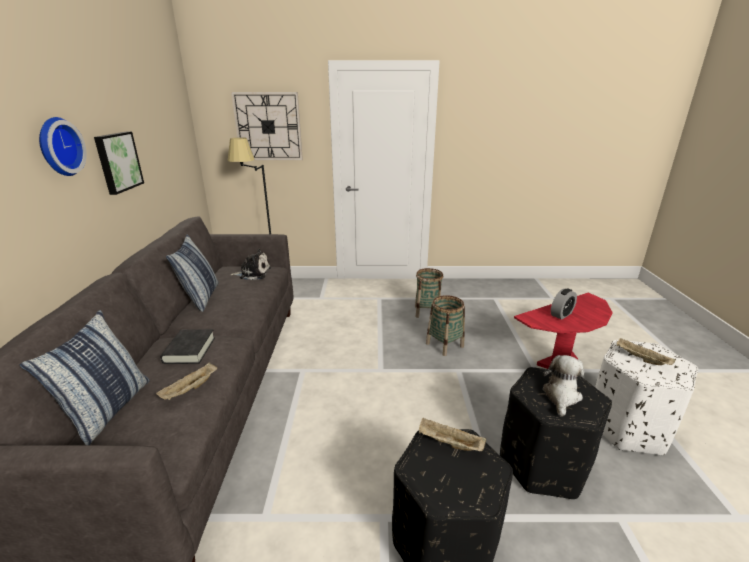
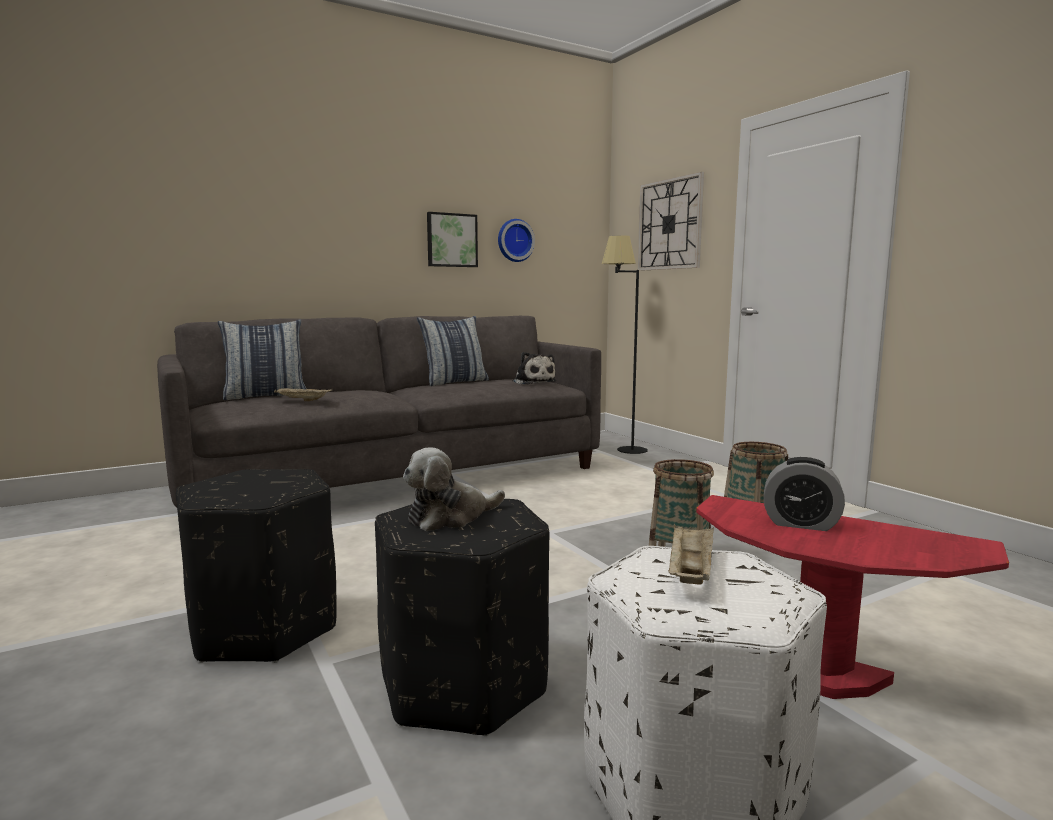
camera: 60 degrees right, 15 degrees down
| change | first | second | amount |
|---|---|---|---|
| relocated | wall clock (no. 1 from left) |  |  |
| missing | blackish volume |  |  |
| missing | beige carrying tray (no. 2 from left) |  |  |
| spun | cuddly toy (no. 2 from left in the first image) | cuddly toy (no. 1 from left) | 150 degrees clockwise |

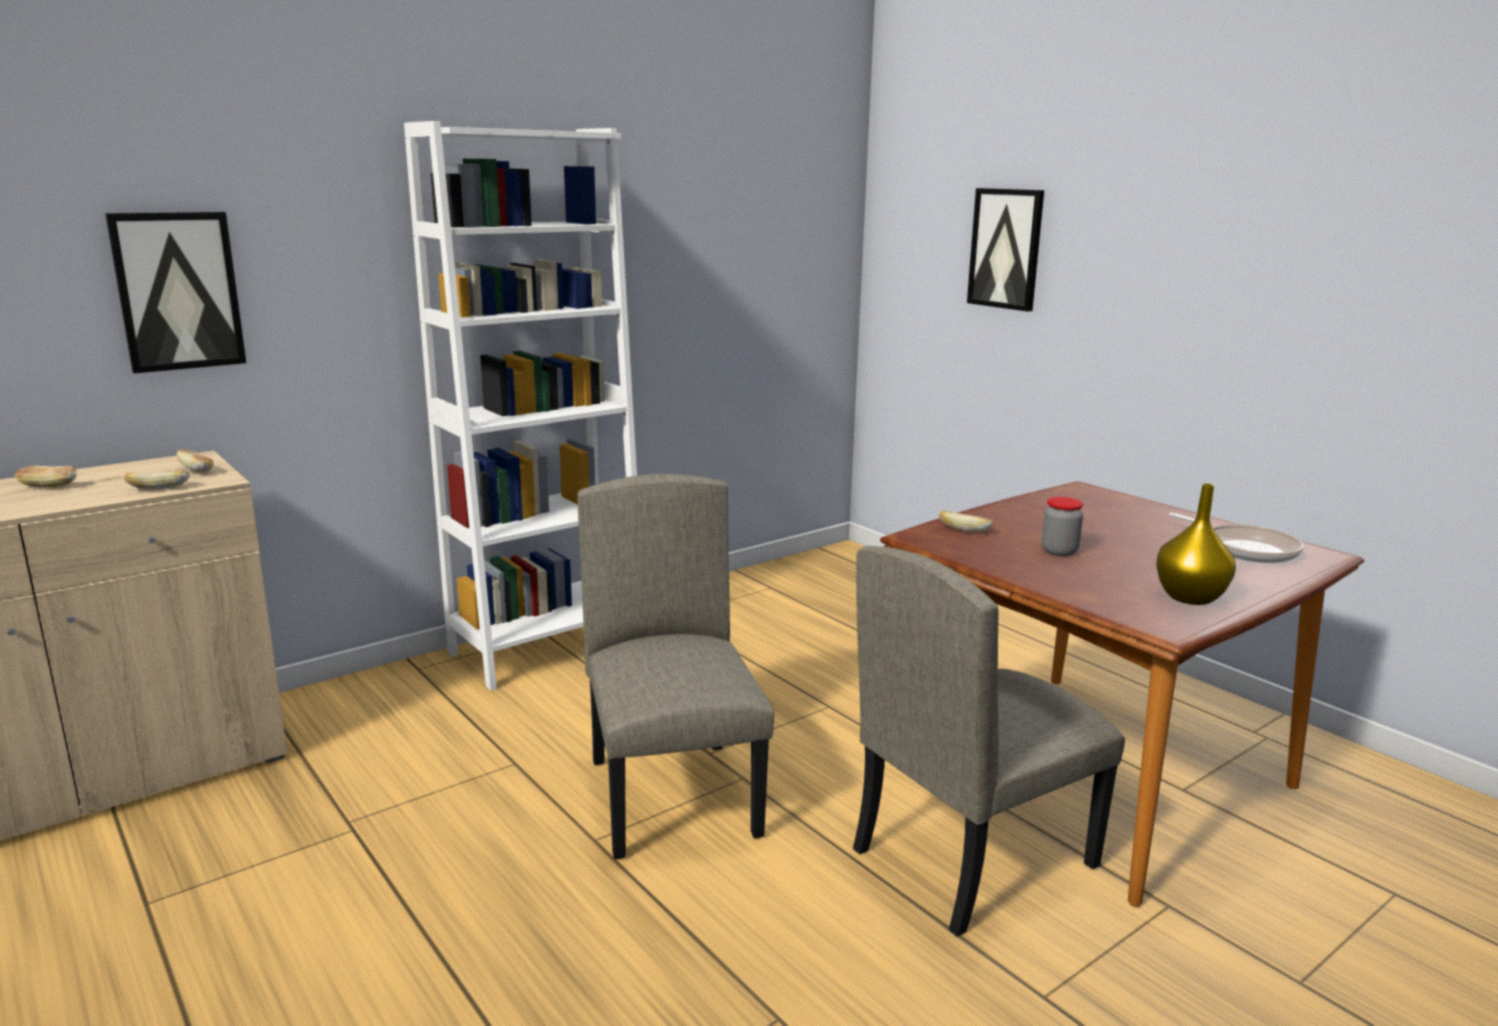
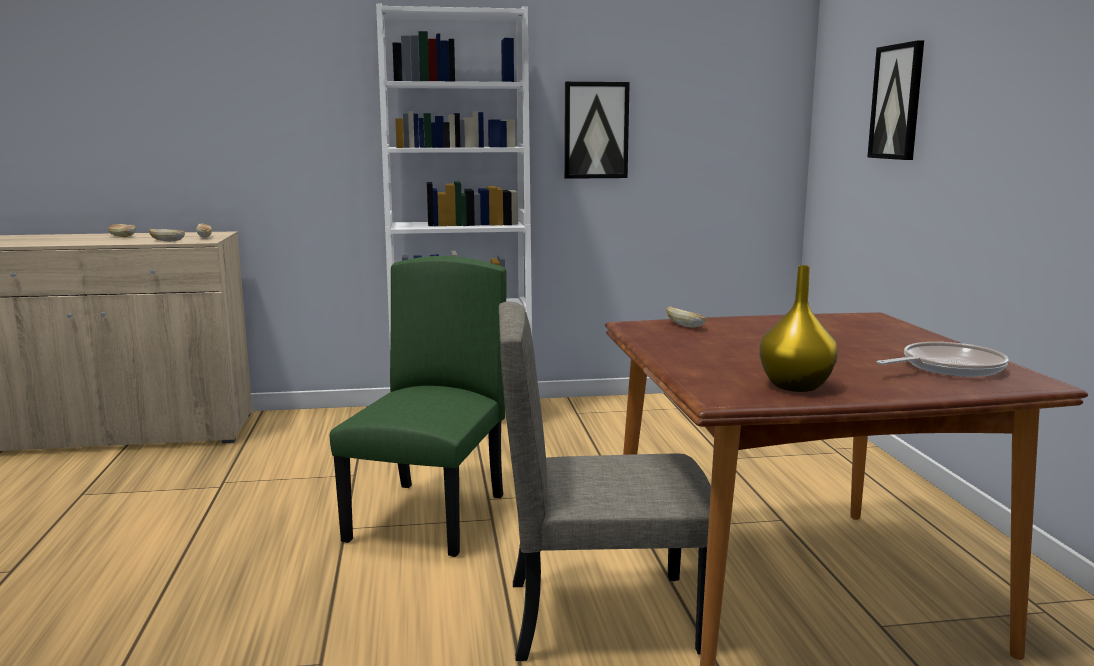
camera: 30 degrees right, 5 degrees down
| change | first | second | amount |
|---|---|---|---|
| relocated | wall picture (no. 1 from left) |  |  |
| colour | beige plain chair (no. 1 from left) | green-coloured plain chair |  |
| missing | preserve jar |  |  |
| spun | skillet |  | 105 degrees counterclockwise |

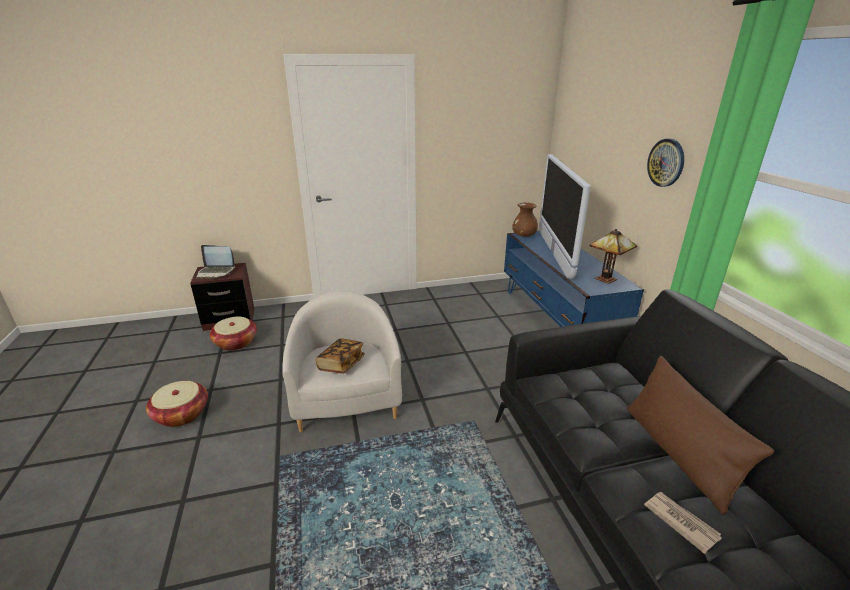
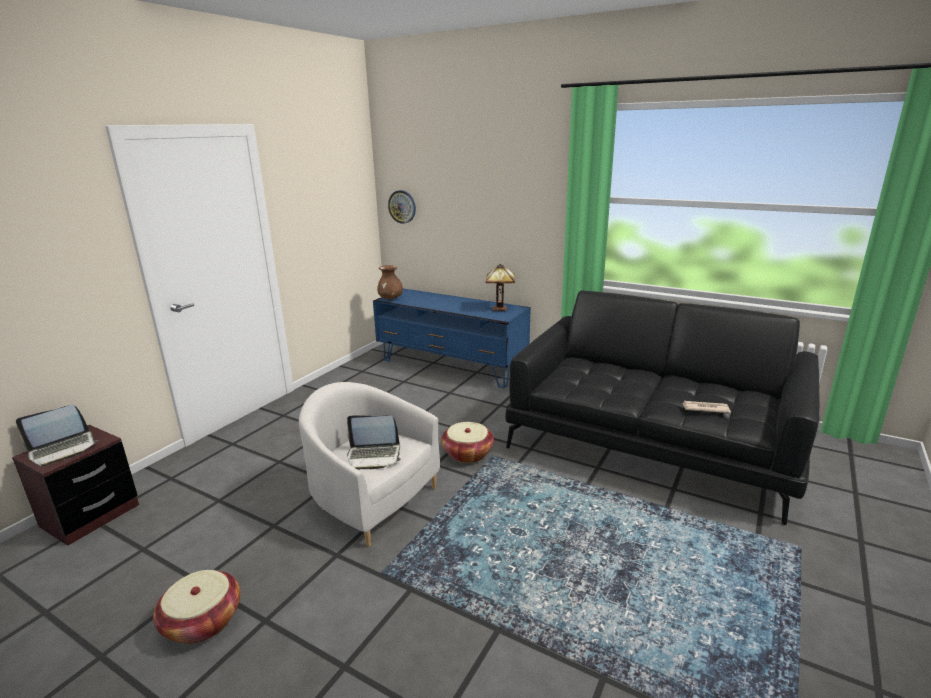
camera: 45 degrees left, 5 degrees down
| change | first | second | amount |
|---|---|---|---|
| relocated | storage basket (no. 2 from left) |  |  |
| exchanged | volume | notebook computer (no. 2 from left) |  |
| missing | TV |  |  |
| missing | brownish throw pillow |  |  |
| relocated | wall clock |  |  |

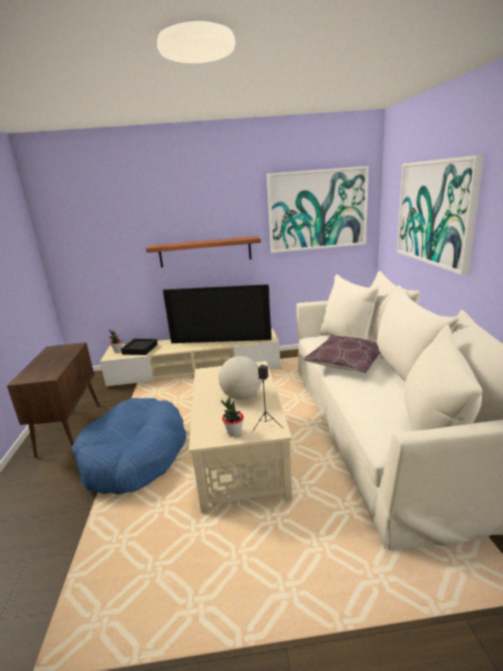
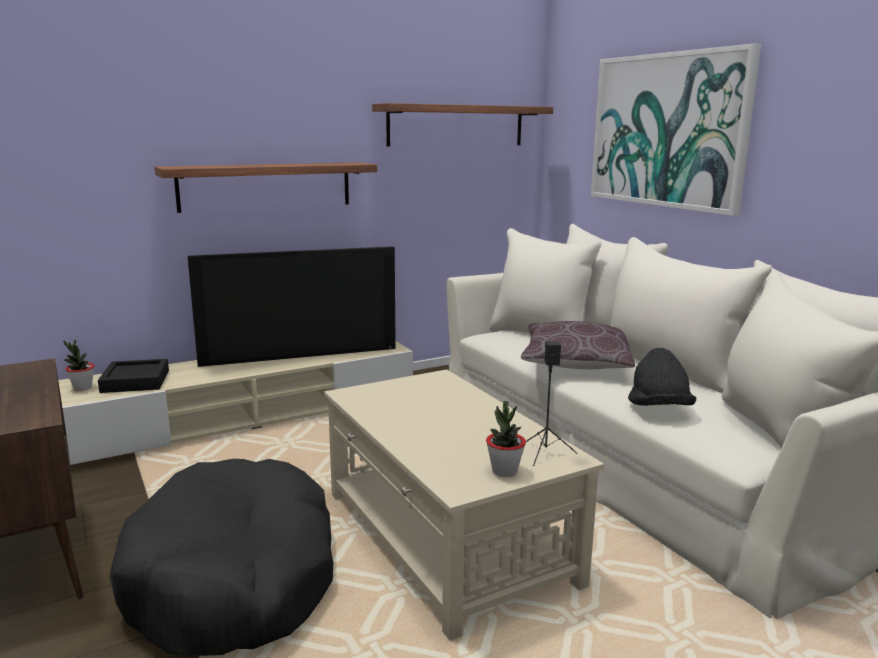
camera: 25 degrees left, 5 degrees down
| change | first | second | amount |
|---|---|---|---|
| colour | blue-coloured pet bed | blackish pet bed |  |
| missing | globe |  |  |
| exchanged | wall picture (no. 1 from left) | shelf (no. 2 from left) |  |
| appeared |  | blackish clothing hat |  |

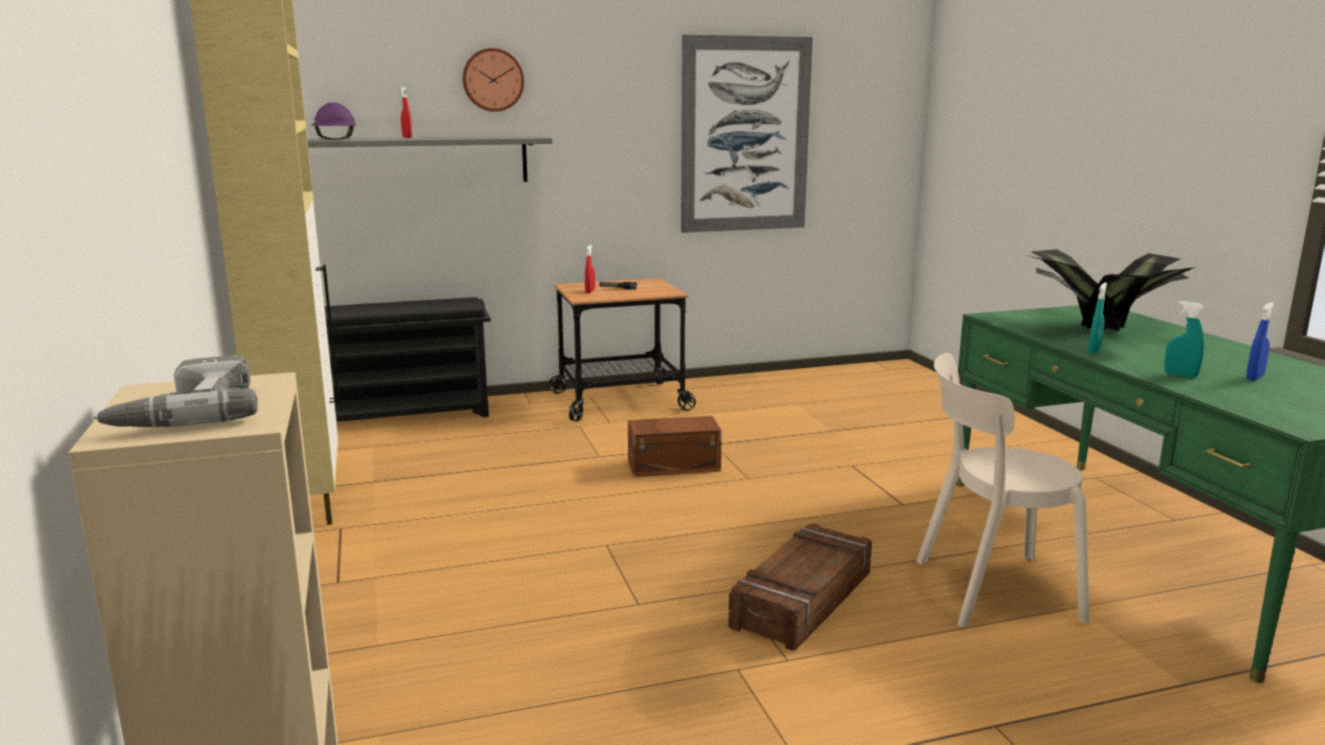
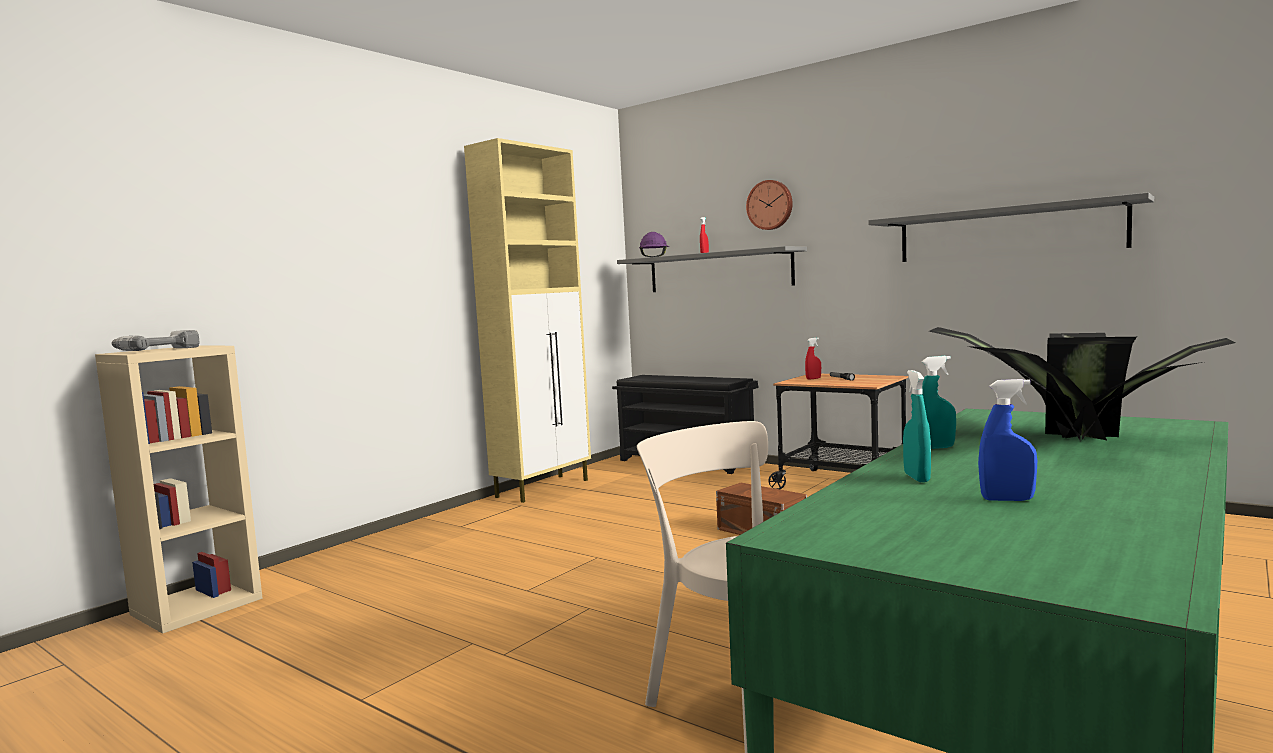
camera: 55 degrees right, 10 degrees down
| change | first | second | amount |
|---|---|---|---|
| exchanged | wall picture | grey shelf (no. 2 from left) |  |
| missing | crate |  |  |

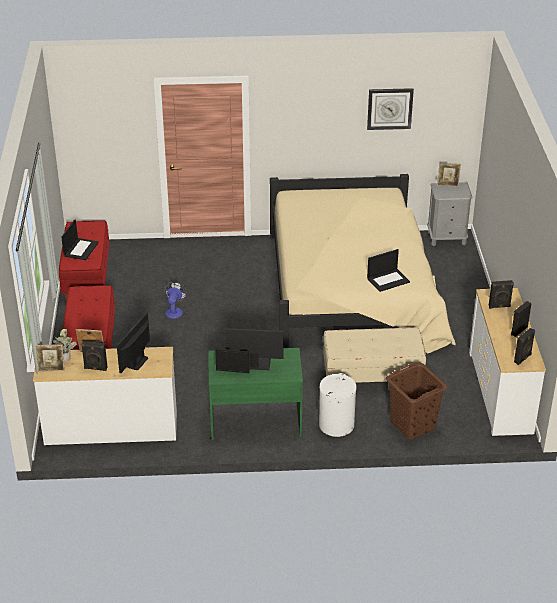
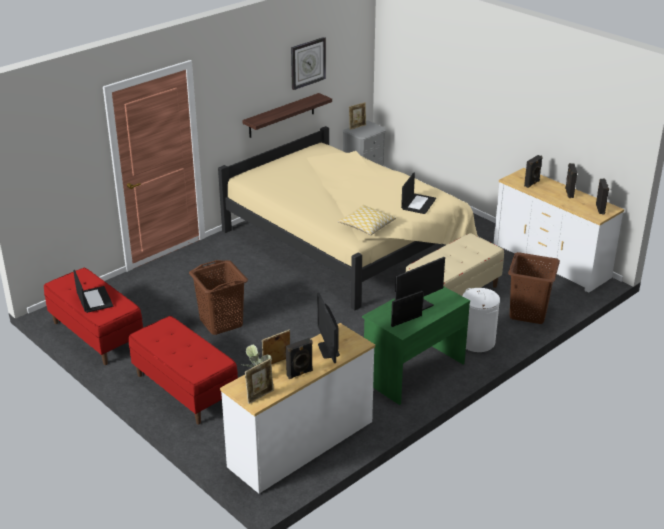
camera: 40 degrees left, 5 degrees down
| change | first | second | amount |
|---|---|---|---|
| exchanged | electric fan | brownish washing basket (no. 1 from left) |  |
| appeared |  | shelf |  |
| appeared |  | throw pillow |  |

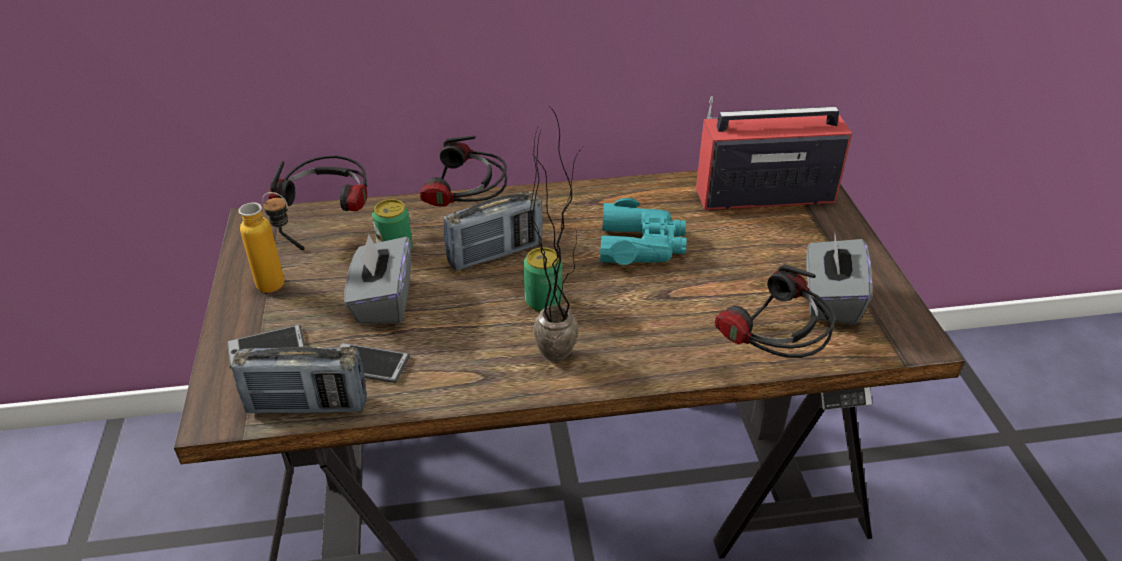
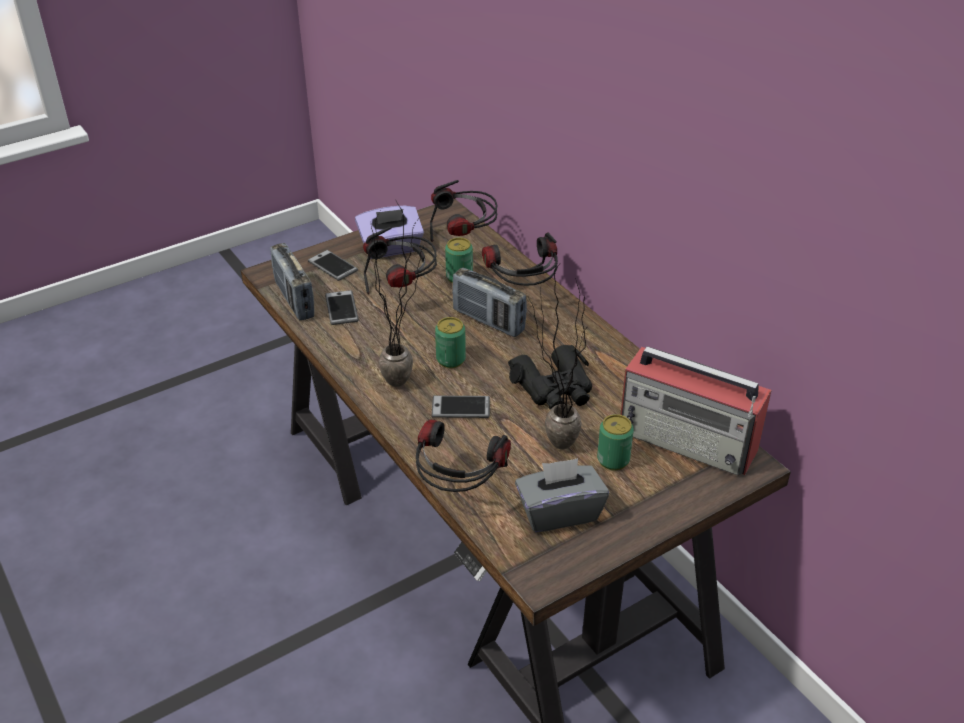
camera: 65 degrees right, 0 degrees up
| change | first | second | amount |
|---|---|---|---|
| exchanged | drink bottle | purplish tissue holder |  |
| exchanged | grey tissue holder (no. 1 from left) | pair of headphones (no. 1 from left) |  |
| colour | blue-green field glasses | blackish field glasses |  |
| spun | radio receiver (no. 3 from left) |  | 150 degrees clockwise |
| appeared |  | phone (no. 3 from left) |  |
| appeared |  | houseplant (no. 2 from left) |  |
| appeared |  | sealed can (no. 3 from left) |  |

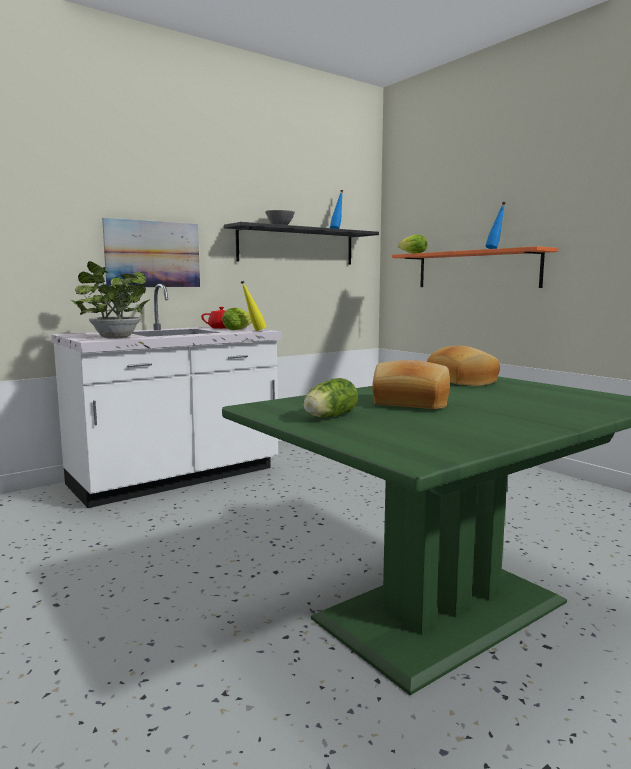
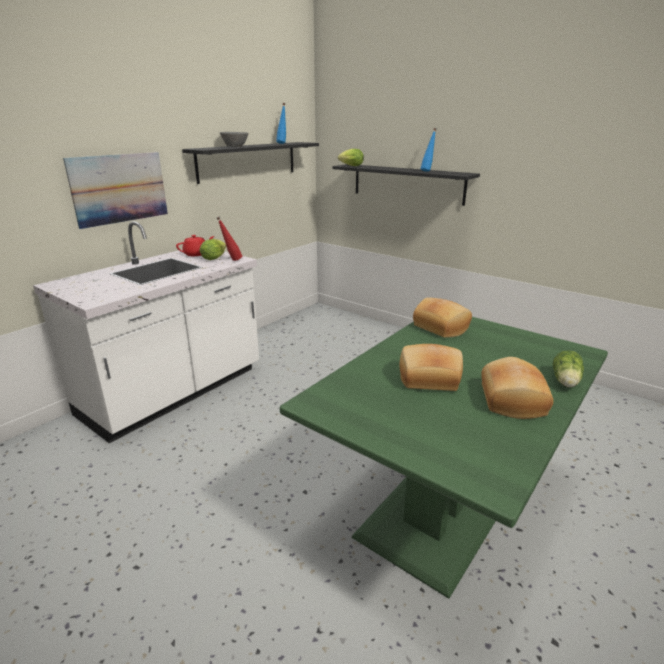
camera: 15 degrees left, 15 degrees up
| change | first | second | amount |
|---|---|---|---|
| missing | houseplant |  |  |
| colour | yellowish drink bottle | red-coloured drink bottle |  |
| relocated | lettuce (no. 2 from left in the first image) | lettuce (no. 3 from left) |  |
| colour | orangey shelf | blackish shelf (no. 2 from left) |  |
| appeared |  | baked bread (no. 3 from left) |  |

